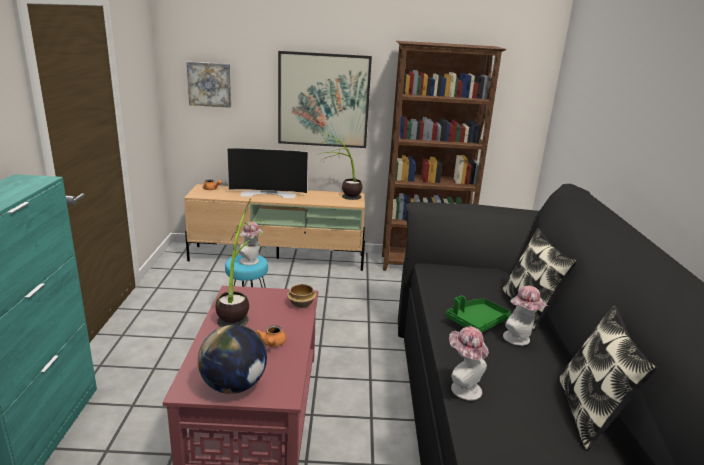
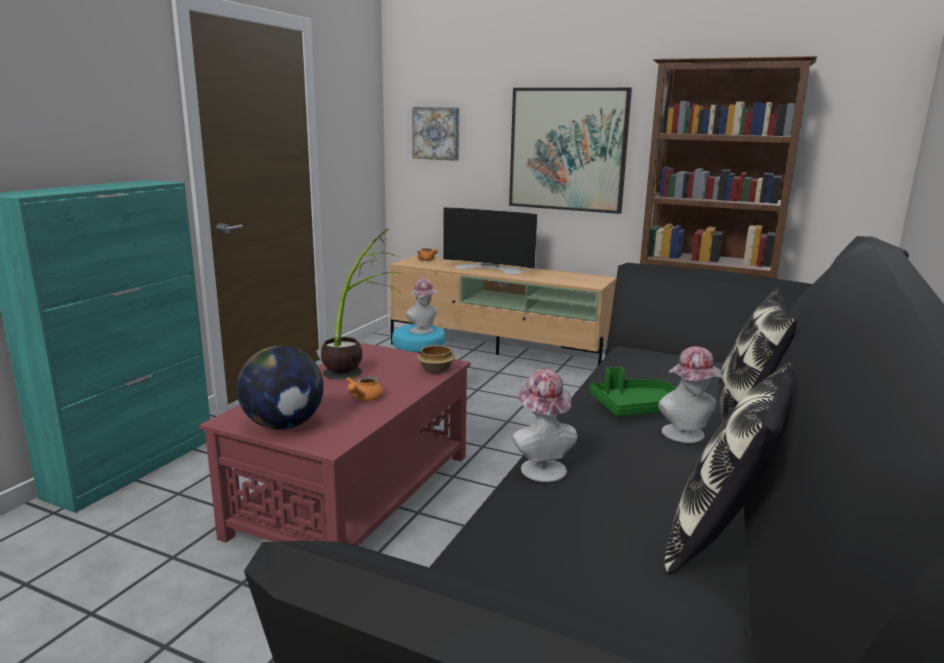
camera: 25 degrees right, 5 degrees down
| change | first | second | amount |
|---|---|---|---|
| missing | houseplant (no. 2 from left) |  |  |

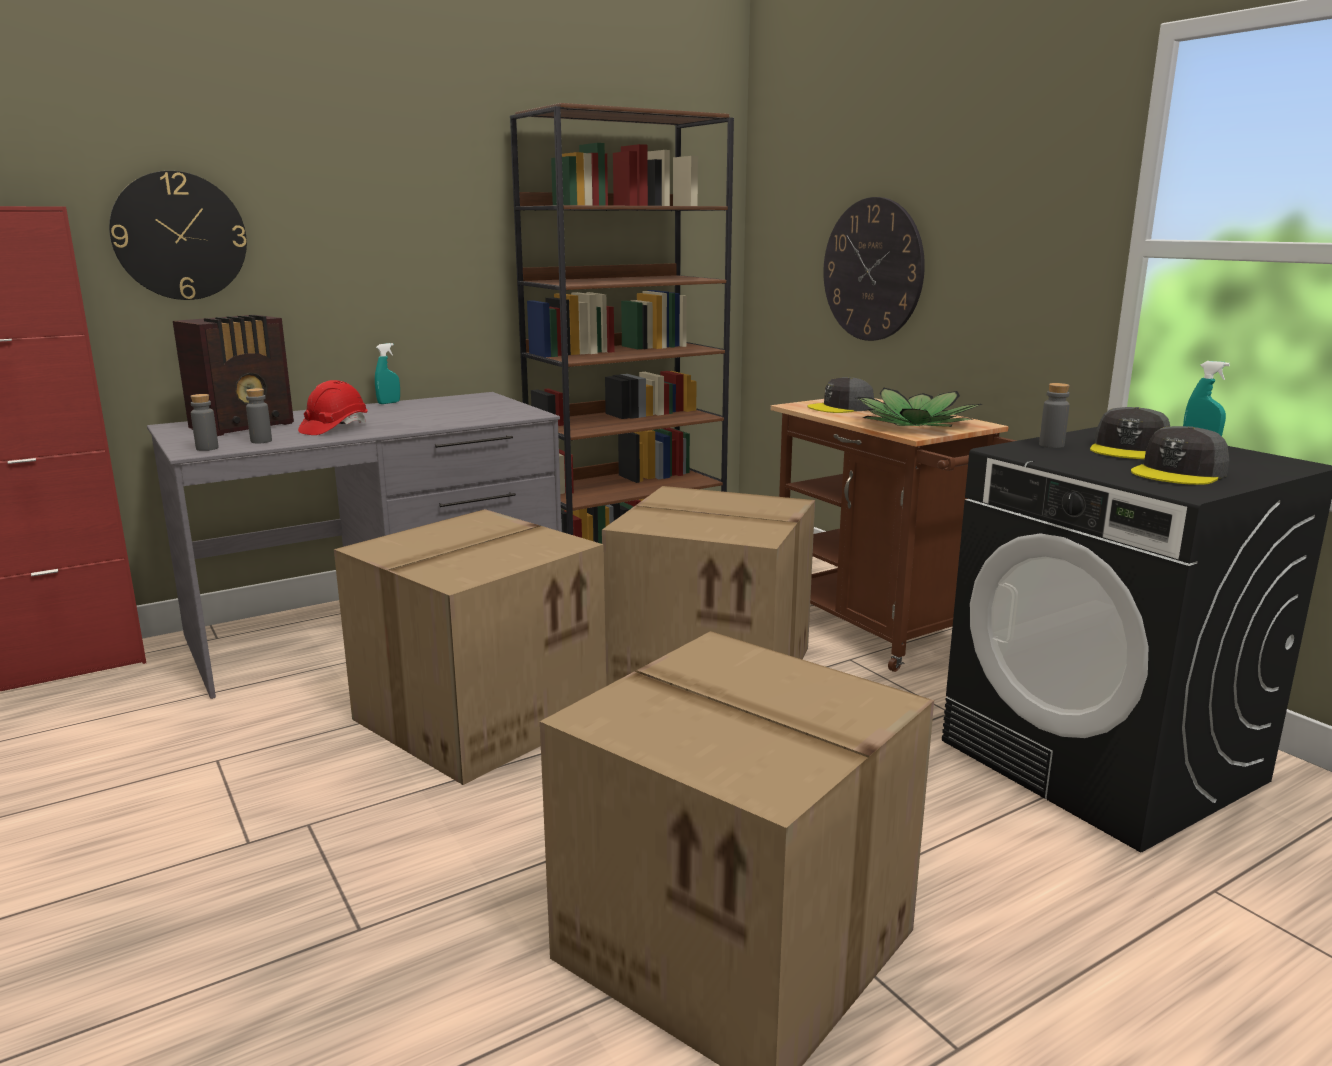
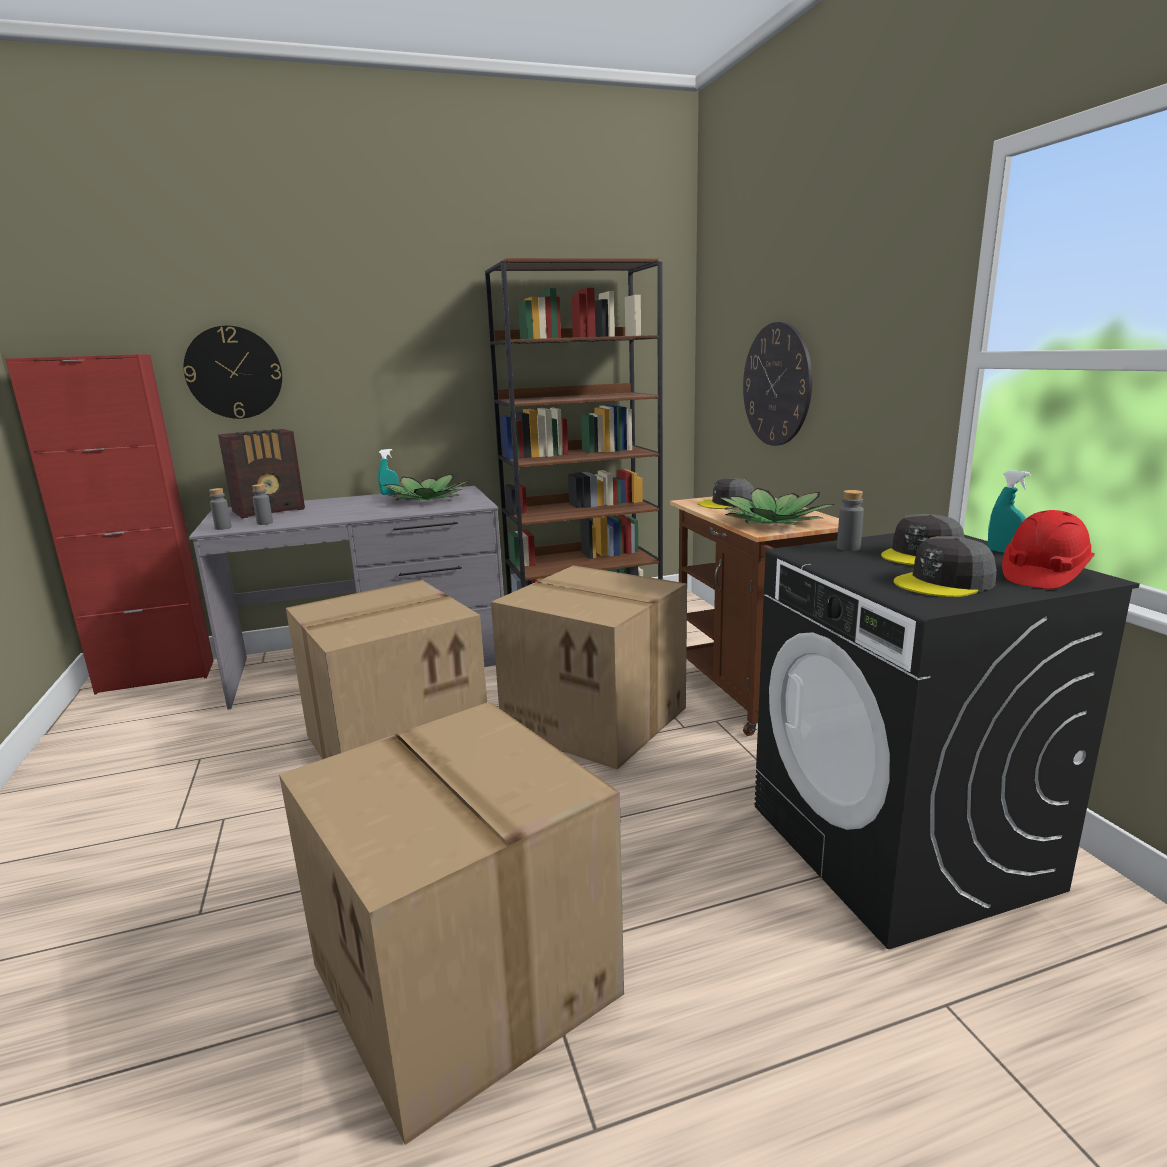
camera: 15 degrees right, 0 degrees up
| change | first | second | amount |
|---|---|---|---|
| relocated | red-coloured work helmet |  |  |
| appeared |  | houseplant (no. 1 from left) |  |

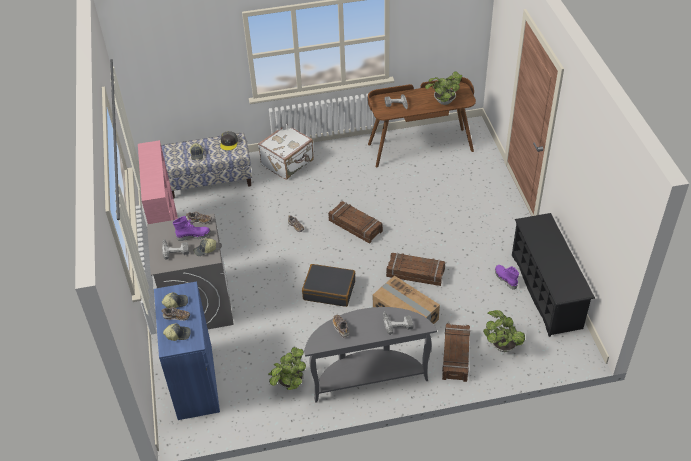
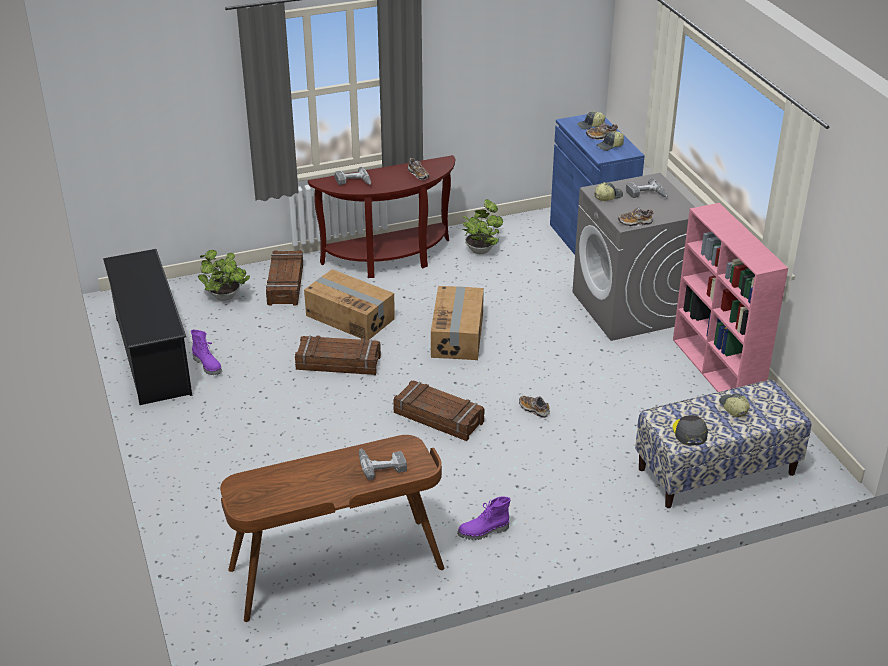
camera: 170 degrees right, 10 degrees down
| change | first | second | amount |
|---|---|---|---|
| relocated | purplish tall boot (no. 1 from left in the first image) | purplish tall boot (no. 2 from left) |  |
| missing | white travel case |  |  |
| exchanged | blackish travel case | packing box (no. 2 from left) |  |
| colour | grey hall table | brownish hall table |  |
| missing | houseplant (no. 2 from left) |  |  |

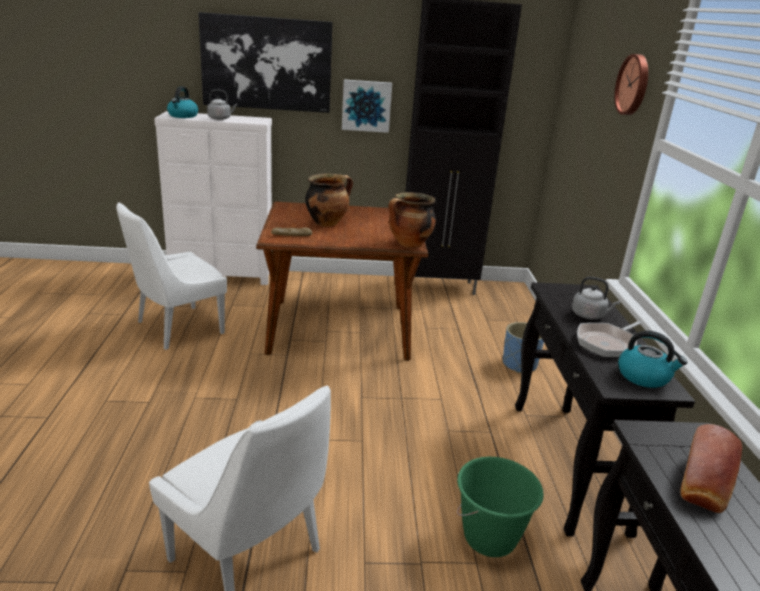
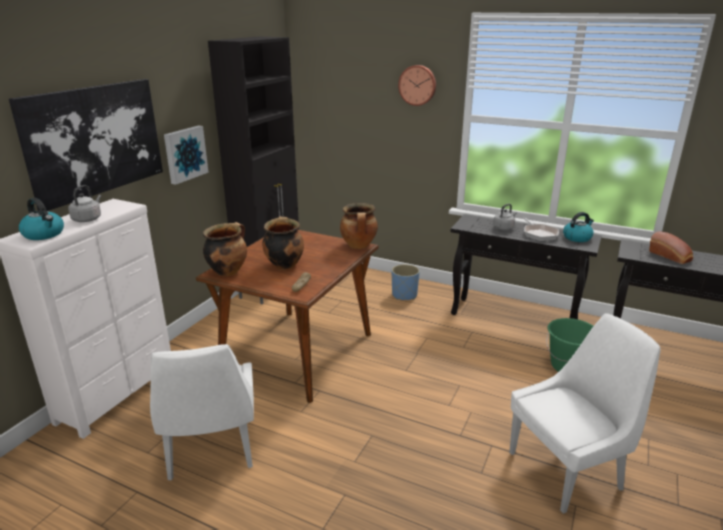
camera: 60 degrees left, 0 degrees up
| change | first | second | amount |
|---|---|---|---|
| appeared |  | saucepot (no. 1 from left) |  |

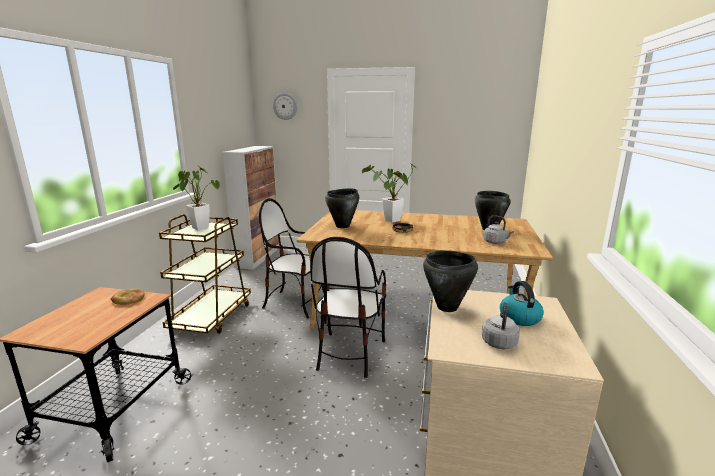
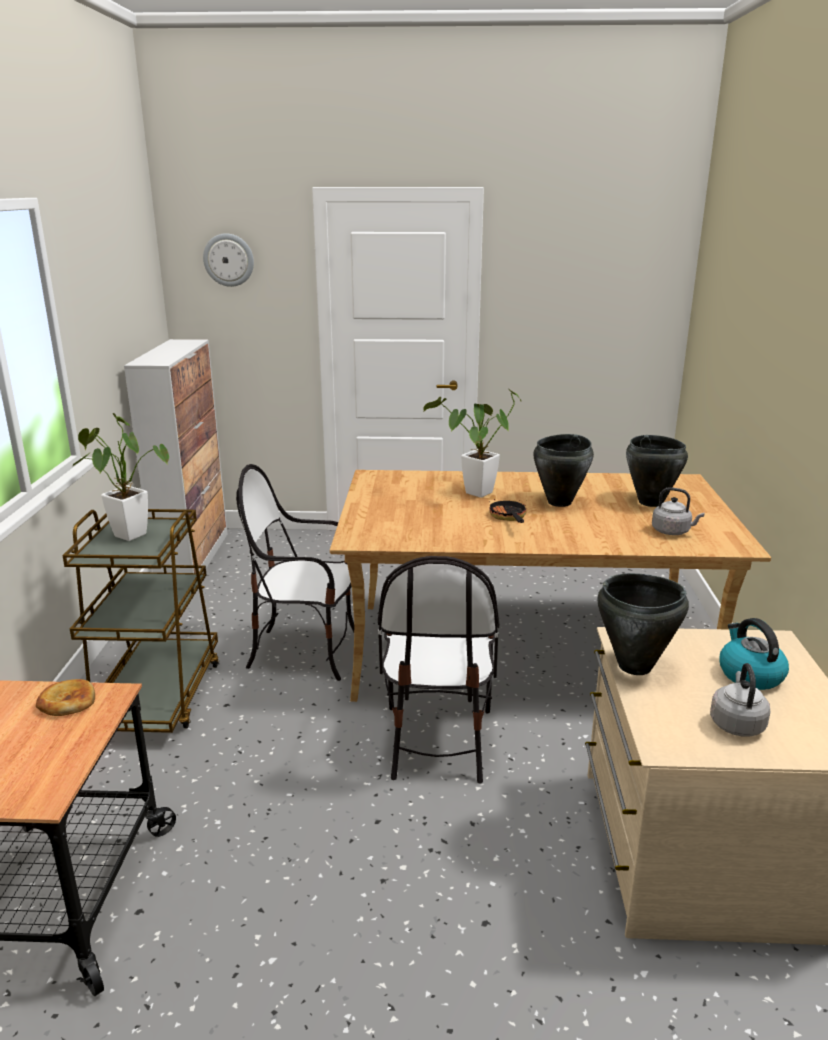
camera: 10 degrees left, 5 degrees up
| change | first | second | amount |
|---|---|---|---|
| relocated | blackish saucepot (no. 1 from left) |  |  |

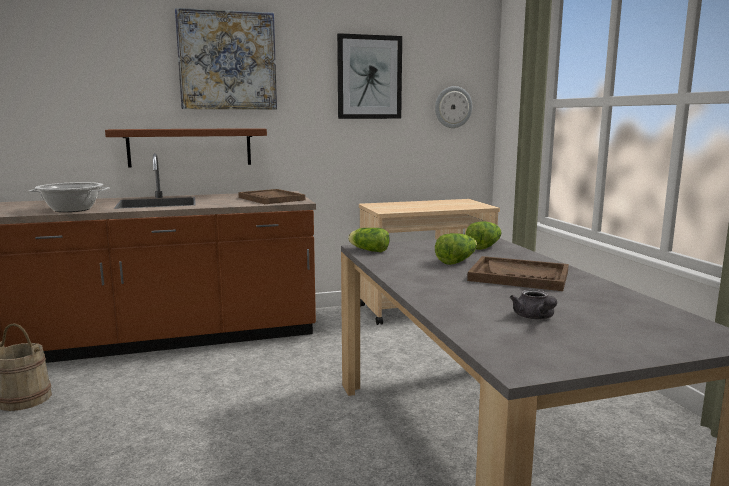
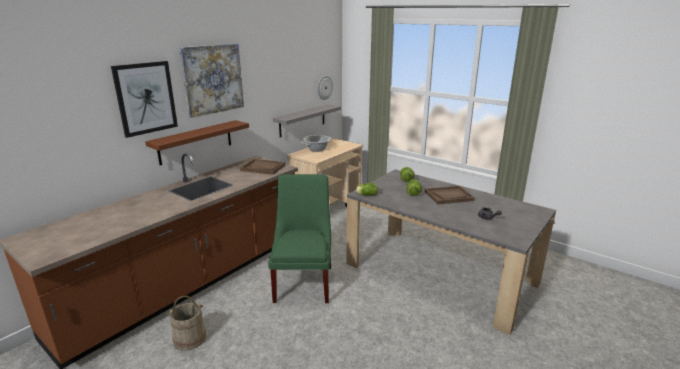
camera: 35 degrees left, 10 degrees up
| change | first | second | amount |
|---|---|---|---|
| relocated | saucepot |  |  |
| relocated | wall picture (no. 2 from left in the first image) | wall picture (no. 1 from left) |  |
| appeared |  | green-coloured plain chair |  |
| appeared |  | grey shelf |  |

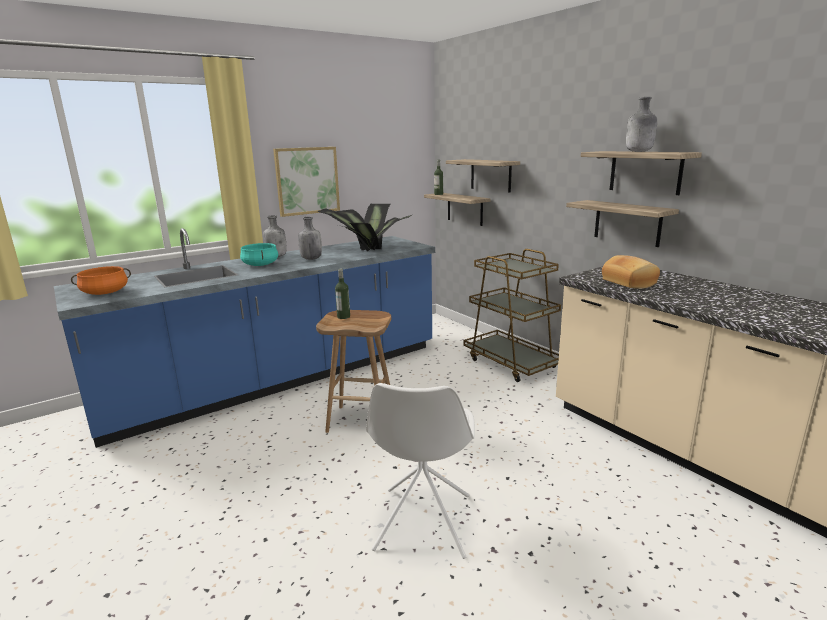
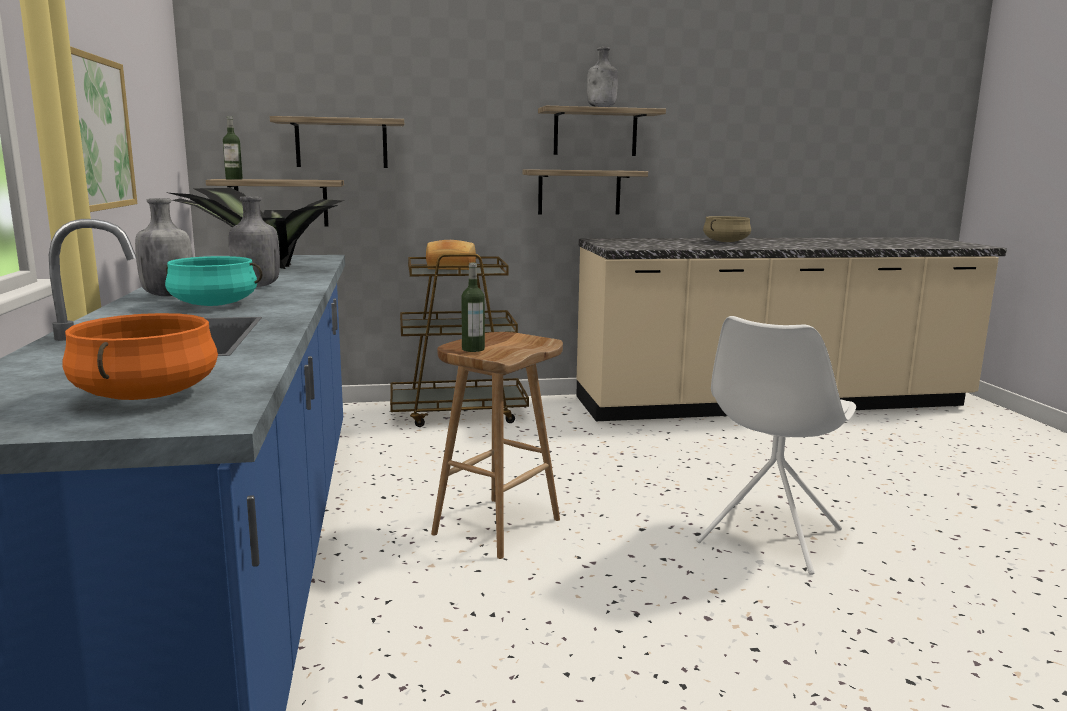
camera: 65 degrees left, 5 degrees down
| change | first | second | amount |
|---|---|---|---|
| spun | white plain chair |  | 90 degrees clockwise |
| relocated | baked bread |  |  |
| appeared |  | beige saucepot |  |

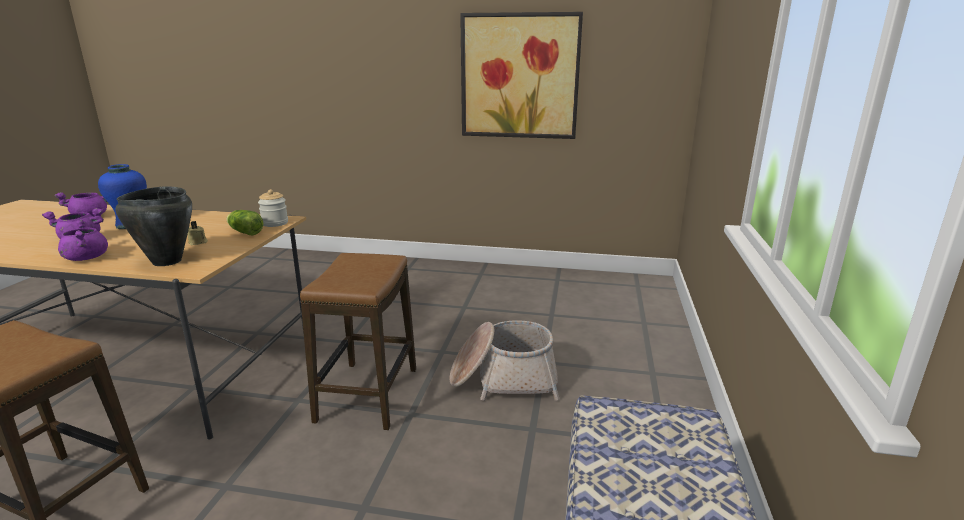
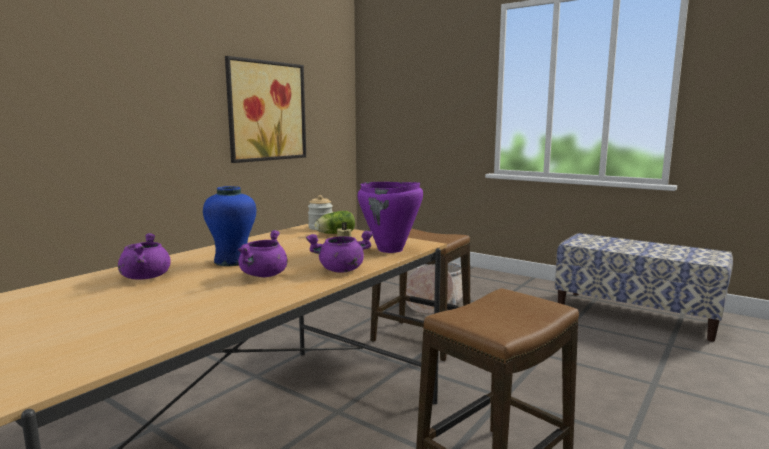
camera: 65 degrees left, 10 degrees down
| change | first | second | amount |
|---|---|---|---|
| colour | blackish saucepot | purplish saucepot (no. 4 from left) |  |

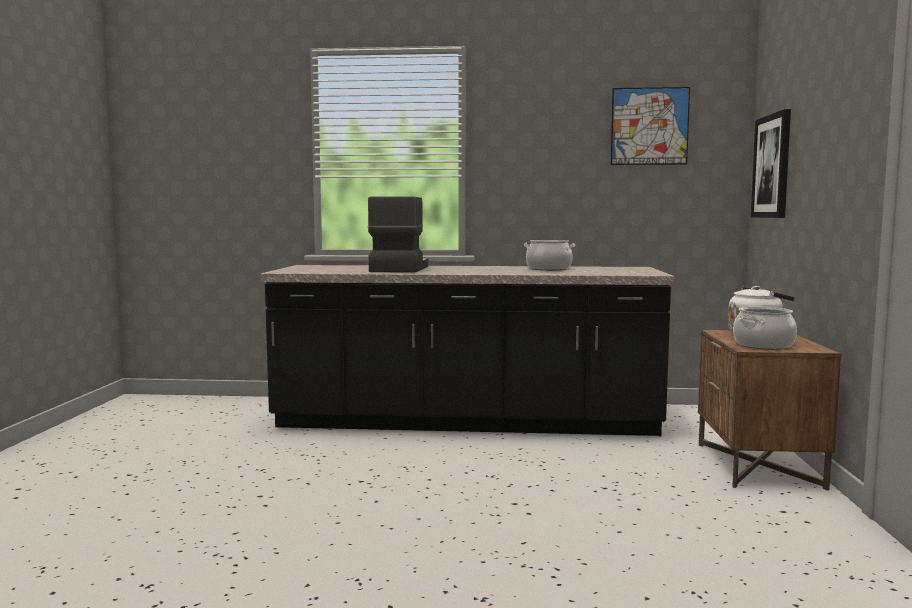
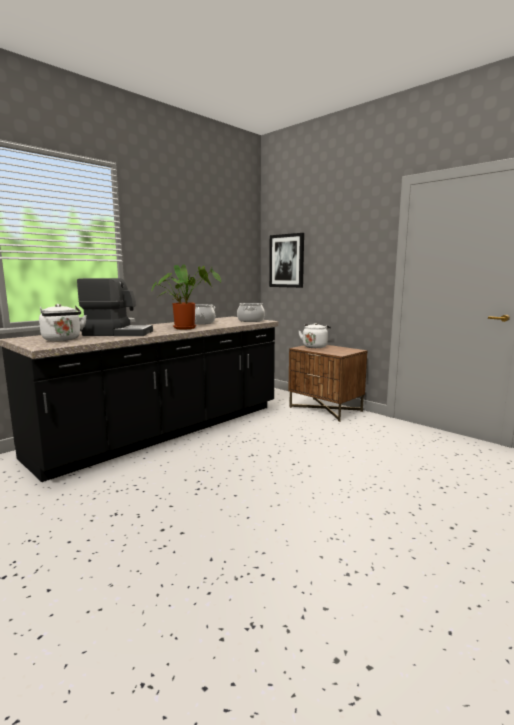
camera: 50 degrees left, 5 degrees up
| change | first | second | amount |
|---|---|---|---|
| spun | coffee maker |  | 135 degrees clockwise |
| missing | wall picture (no. 1 from left) |  |  |
| relocated | saucepot (no. 2 from left) |  |  |
| appeared |  | white kettle (no. 1 from left) |  |
| appeared |  | houseplant |  |

